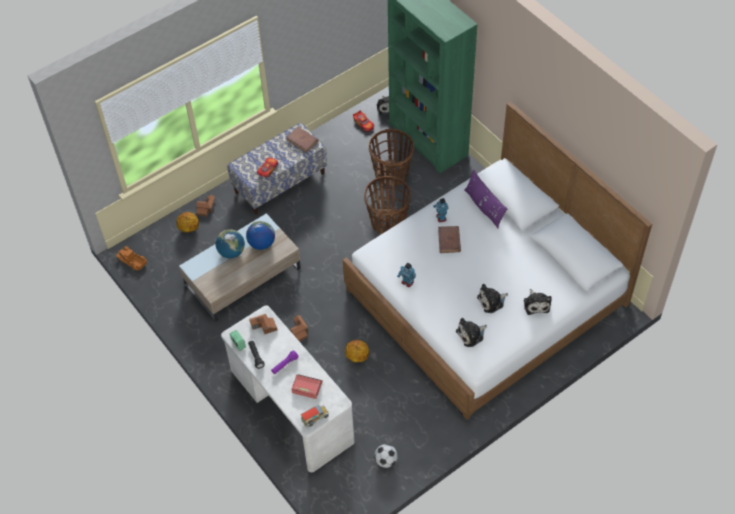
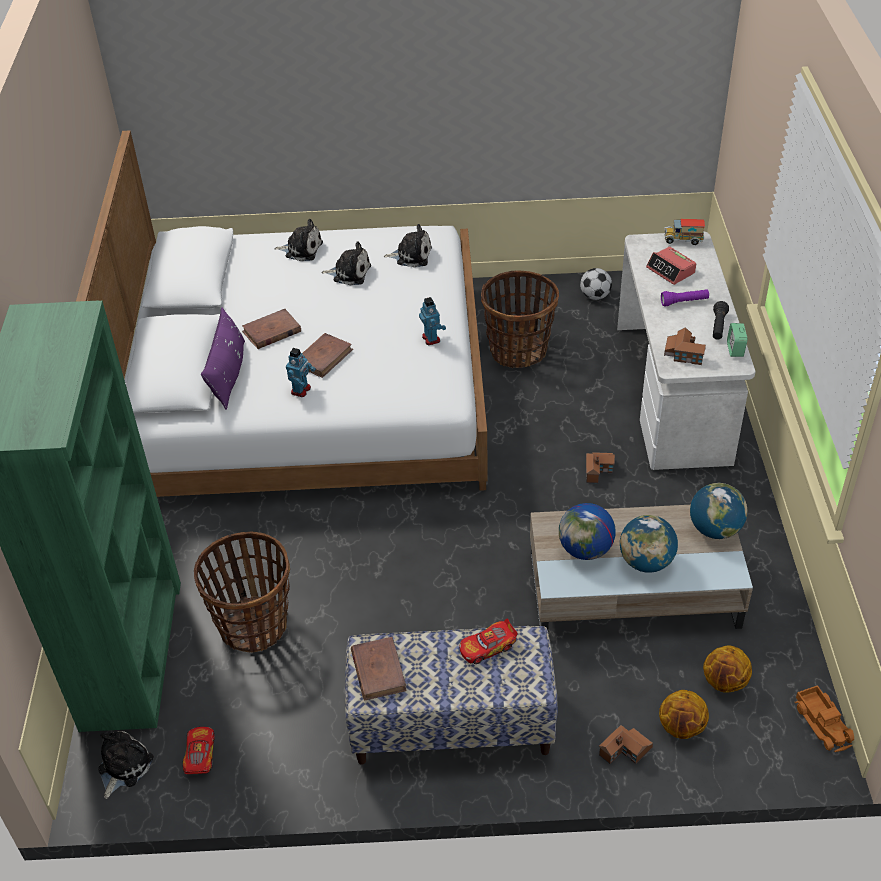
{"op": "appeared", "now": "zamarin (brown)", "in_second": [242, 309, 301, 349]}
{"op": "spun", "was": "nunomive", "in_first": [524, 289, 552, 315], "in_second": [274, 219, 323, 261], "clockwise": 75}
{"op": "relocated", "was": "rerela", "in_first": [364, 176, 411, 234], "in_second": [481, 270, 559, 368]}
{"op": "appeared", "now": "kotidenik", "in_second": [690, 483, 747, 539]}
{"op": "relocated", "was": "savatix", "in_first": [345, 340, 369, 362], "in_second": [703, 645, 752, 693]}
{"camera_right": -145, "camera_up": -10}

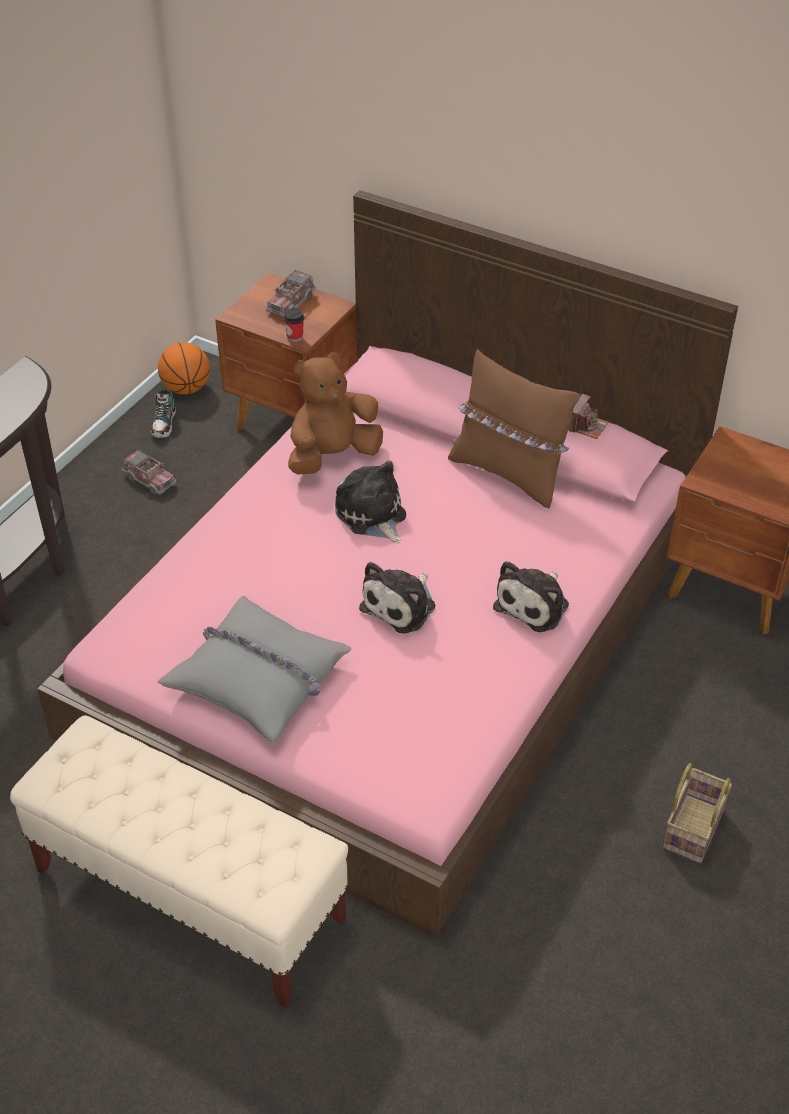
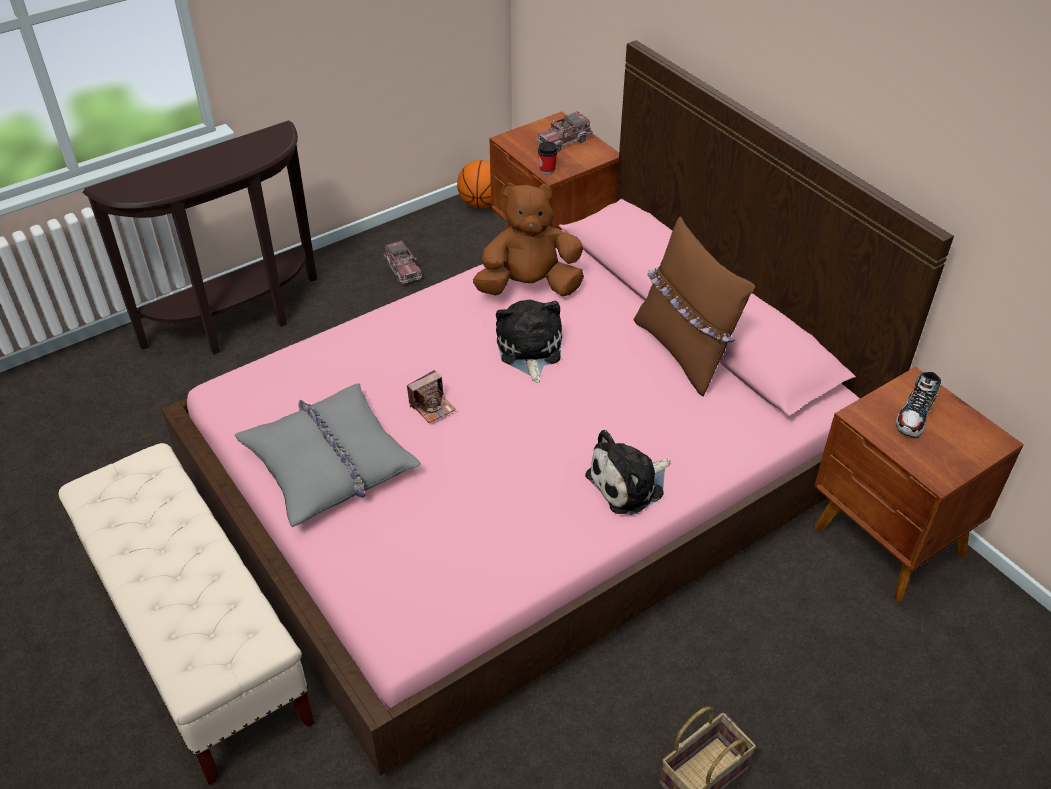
{"op": "relocated", "was": "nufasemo", "in_first": [568, 393, 609, 439], "in_second": [407, 370, 456, 423]}
{"op": "relocated", "was": "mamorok", "in_first": [151, 389, 176, 438], "in_second": [896, 372, 941, 438]}
{"op": "missing", "was": "nunomive", "in_first": [359, 562, 435, 634]}
{"camera_right": 25, "camera_up": 0}

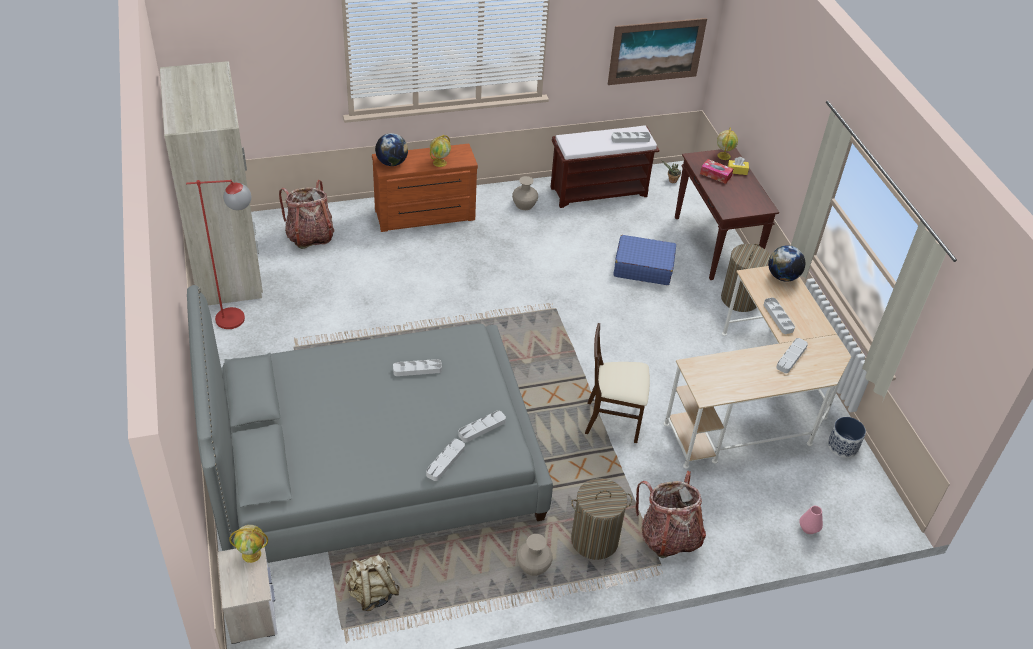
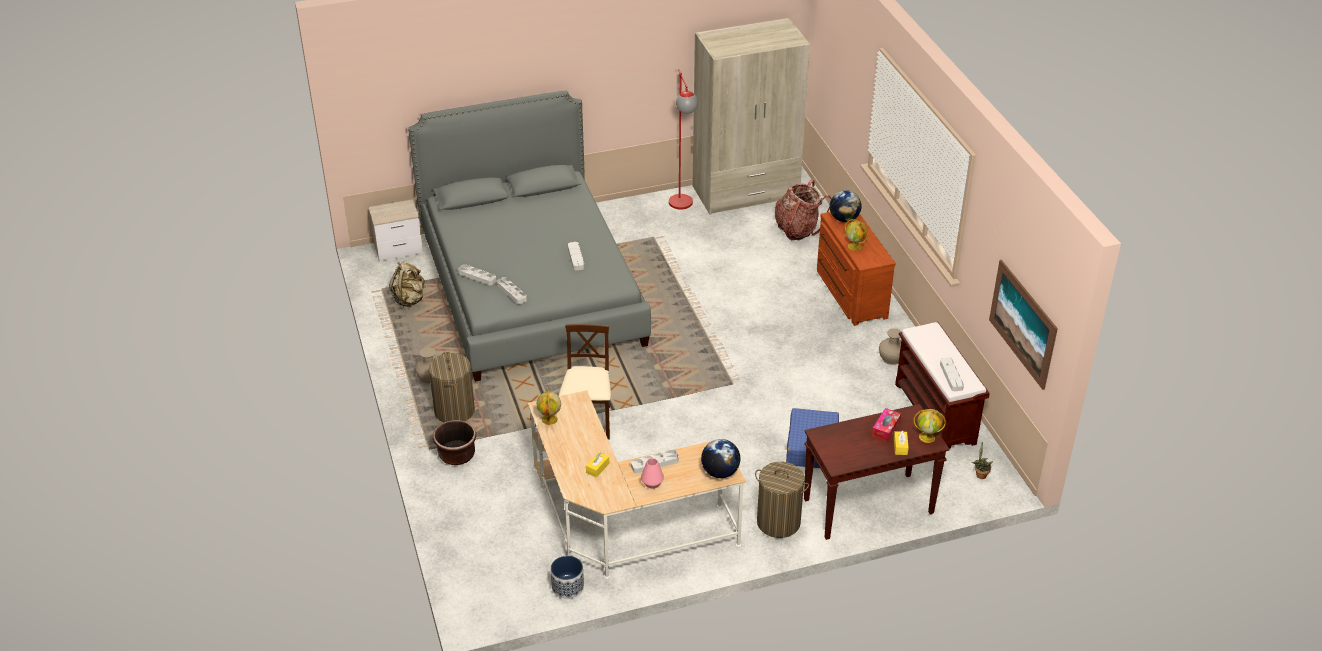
{"op": "exchanged", "was": "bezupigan", "now": "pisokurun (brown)", "in_first": [636, 471, 706, 558], "in_second": [433, 420, 476, 465]}
{"op": "relocated", "was": "kotidenik", "in_first": [229, 525, 268, 563], "in_second": [537, 388, 561, 425]}
{"op": "exchanged", "was": "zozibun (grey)", "now": "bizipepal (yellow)", "in_first": [776, 338, 808, 373], "in_second": [586, 452, 609, 478]}
{"op": "relocated", "was": "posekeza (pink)", "in_first": [799, 506, 823, 534], "in_second": [641, 458, 664, 489]}
{"camera_right": 90, "camera_up": -5}

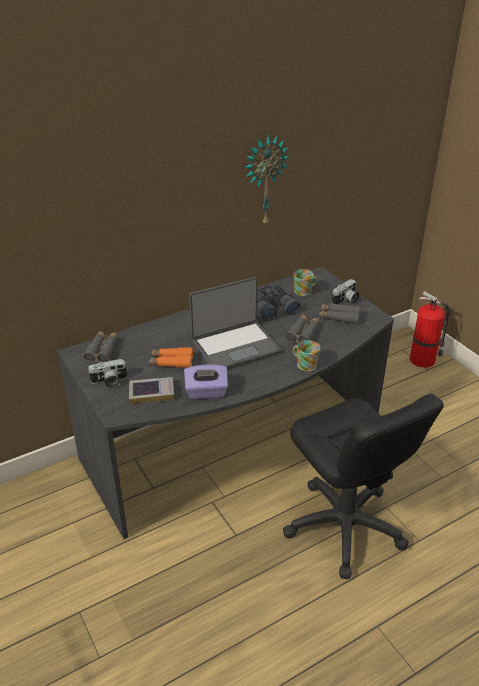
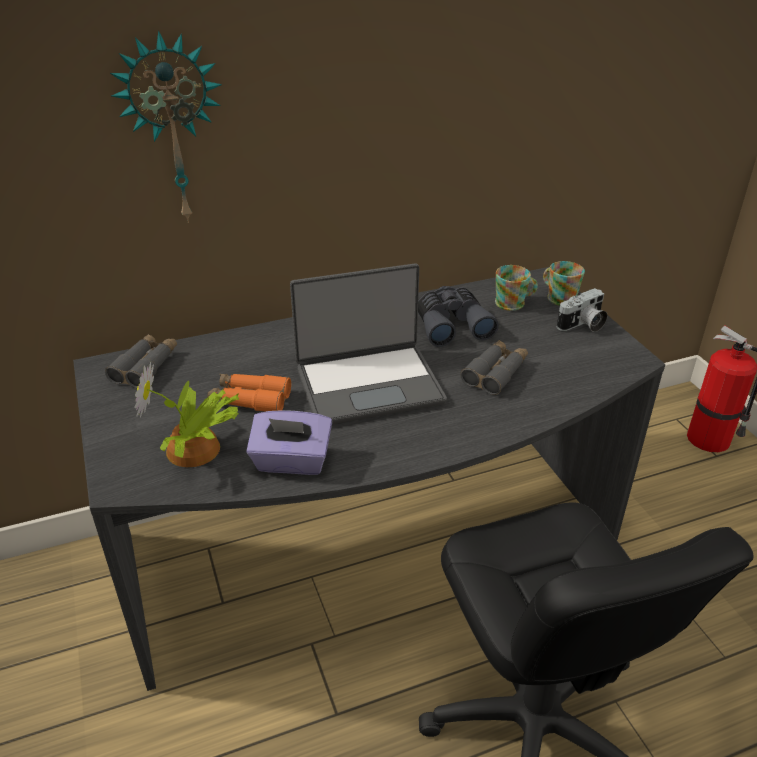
{"op": "relocated", "was": "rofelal", "in_first": [244, 135, 289, 227], "in_second": [110, 31, 222, 223]}
{"op": "exchanged", "was": "zamarin", "now": "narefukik", "in_first": [129, 377, 174, 403], "in_second": [135, 362, 239, 467]}
{"op": "relocated", "was": "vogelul", "in_first": [293, 340, 320, 372], "in_second": [543, 261, 585, 306]}
{"op": "missing", "was": "nufasemo", "in_first": [88, 359, 127, 388]}
{"op": "missing", "was": "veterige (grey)", "in_first": [319, 304, 360, 324]}
{"camera_right": 10, "camera_up": 0}

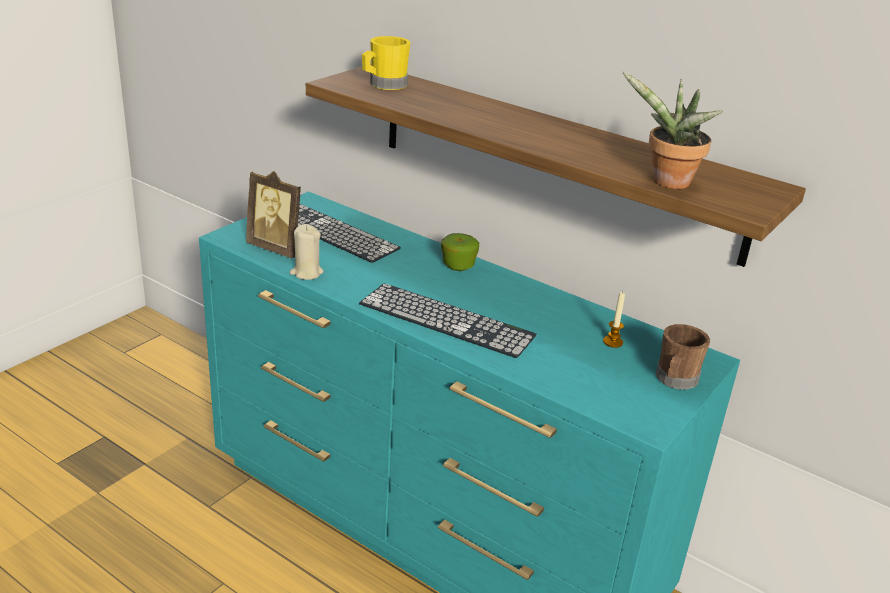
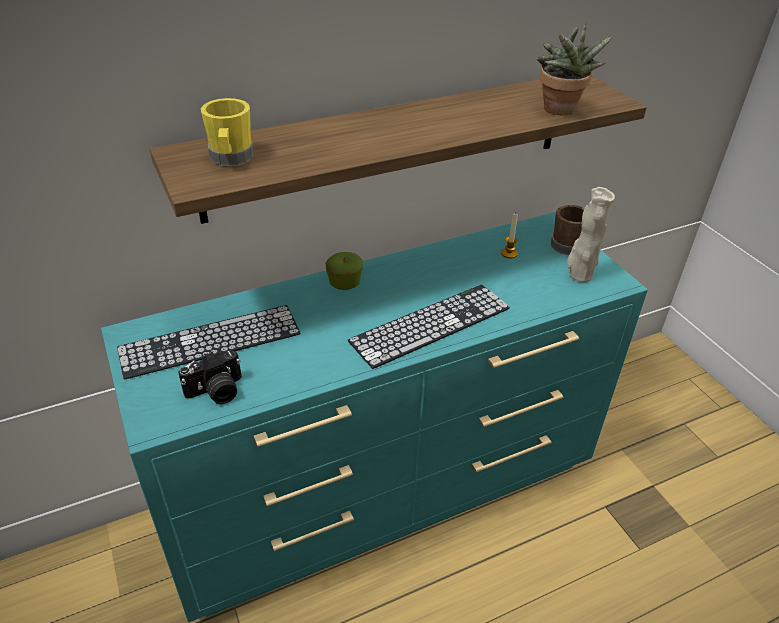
{"op": "exchanged", "was": "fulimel", "now": "nufasemo", "in_first": [246, 171, 301, 258], "in_second": [178, 351, 242, 404]}
{"op": "appeared", "now": "posekeza (beige)", "in_second": [567, 187, 615, 282]}
{"op": "missing", "was": "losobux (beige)", "in_first": [289, 224, 324, 280]}
{"camera_right": -60, "camera_up": 10}

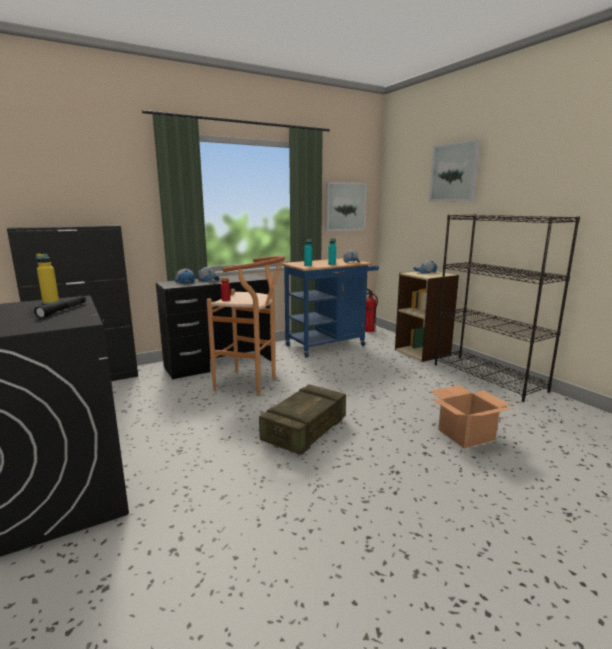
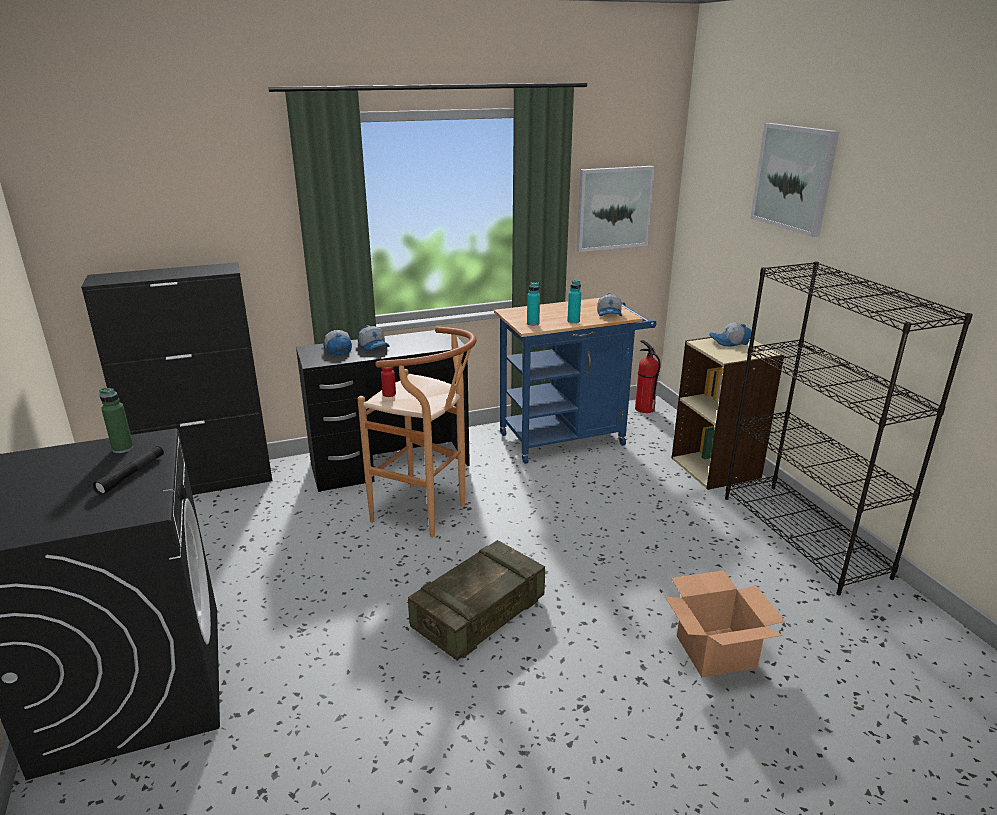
{"op": "colour", "was": "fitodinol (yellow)", "now": "fitodinol (green)", "in_first": [36, 254, 59, 304], "in_second": [99, 388, 134, 453]}
{"camera_right": 10, "camera_up": 10}

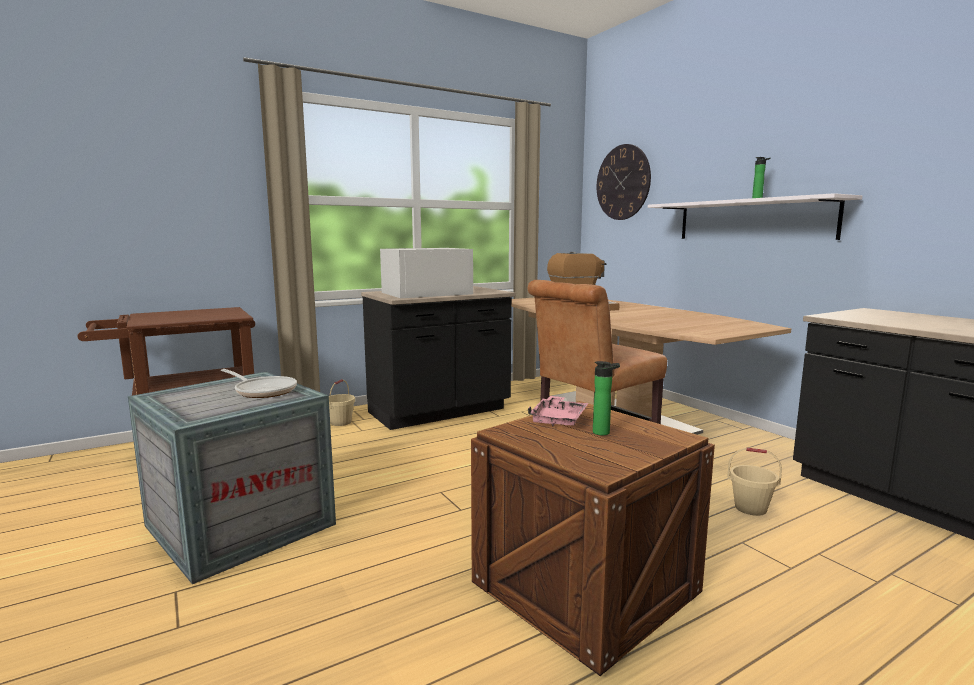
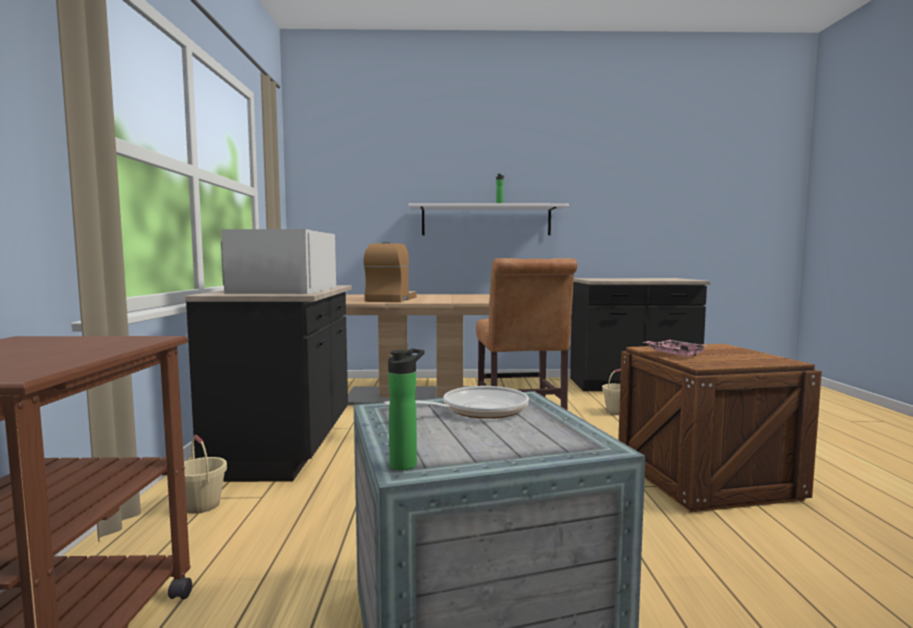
{"op": "relocated", "was": "fitodinol", "in_first": [593, 361, 620, 435], "in_second": [388, 349, 424, 470]}
{"op": "missing", "was": "rofelal", "in_first": [597, 144, 651, 220]}
{"camera_right": -60, "camera_up": -5}

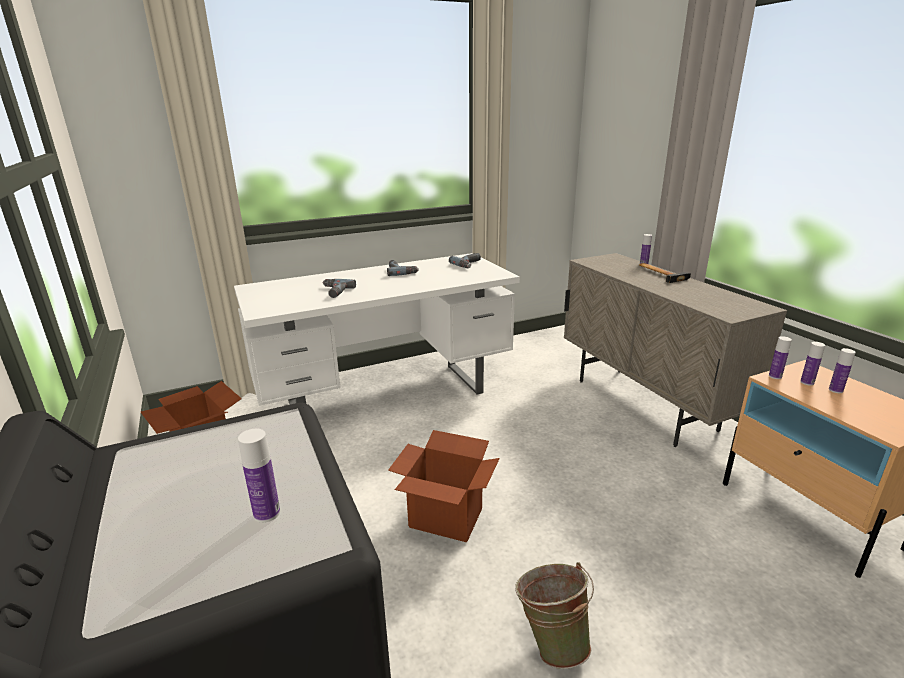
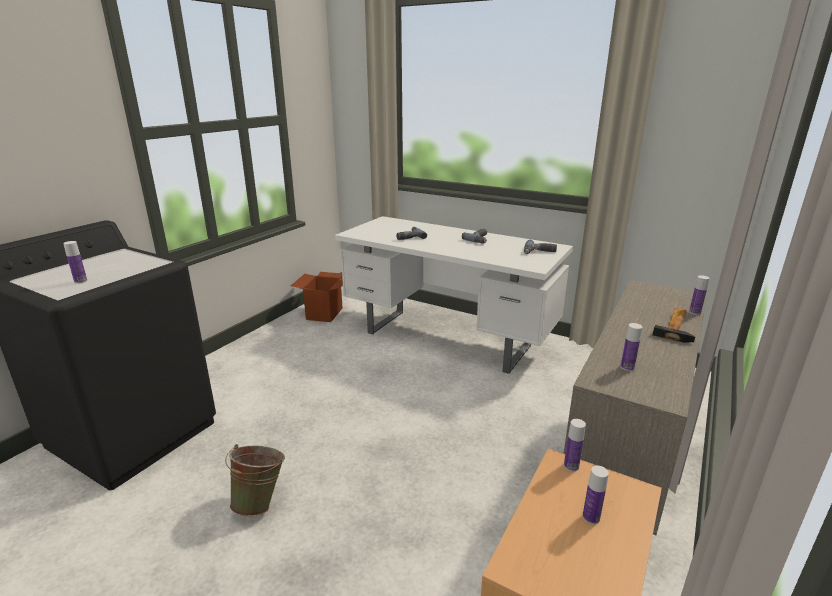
{"op": "relocated", "was": "fitodinol", "in_first": [800, 342, 825, 386], "in_second": [621, 323, 642, 371]}
{"op": "missing", "was": "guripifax", "in_first": [388, 430, 500, 542]}
{"camera_right": 55, "camera_up": 0}

